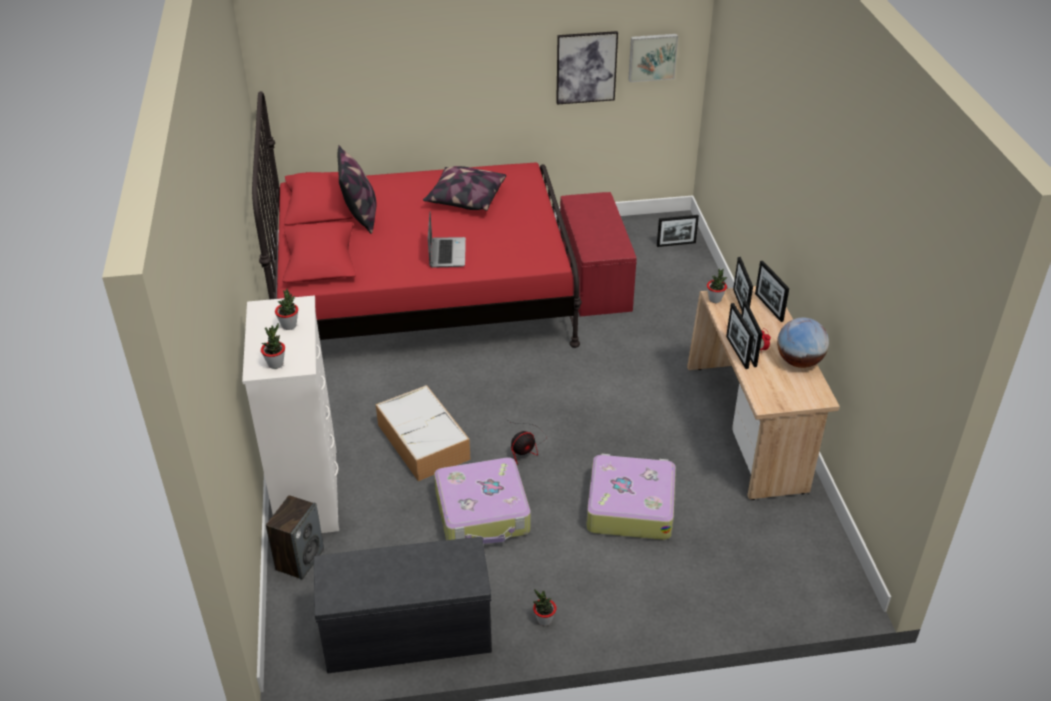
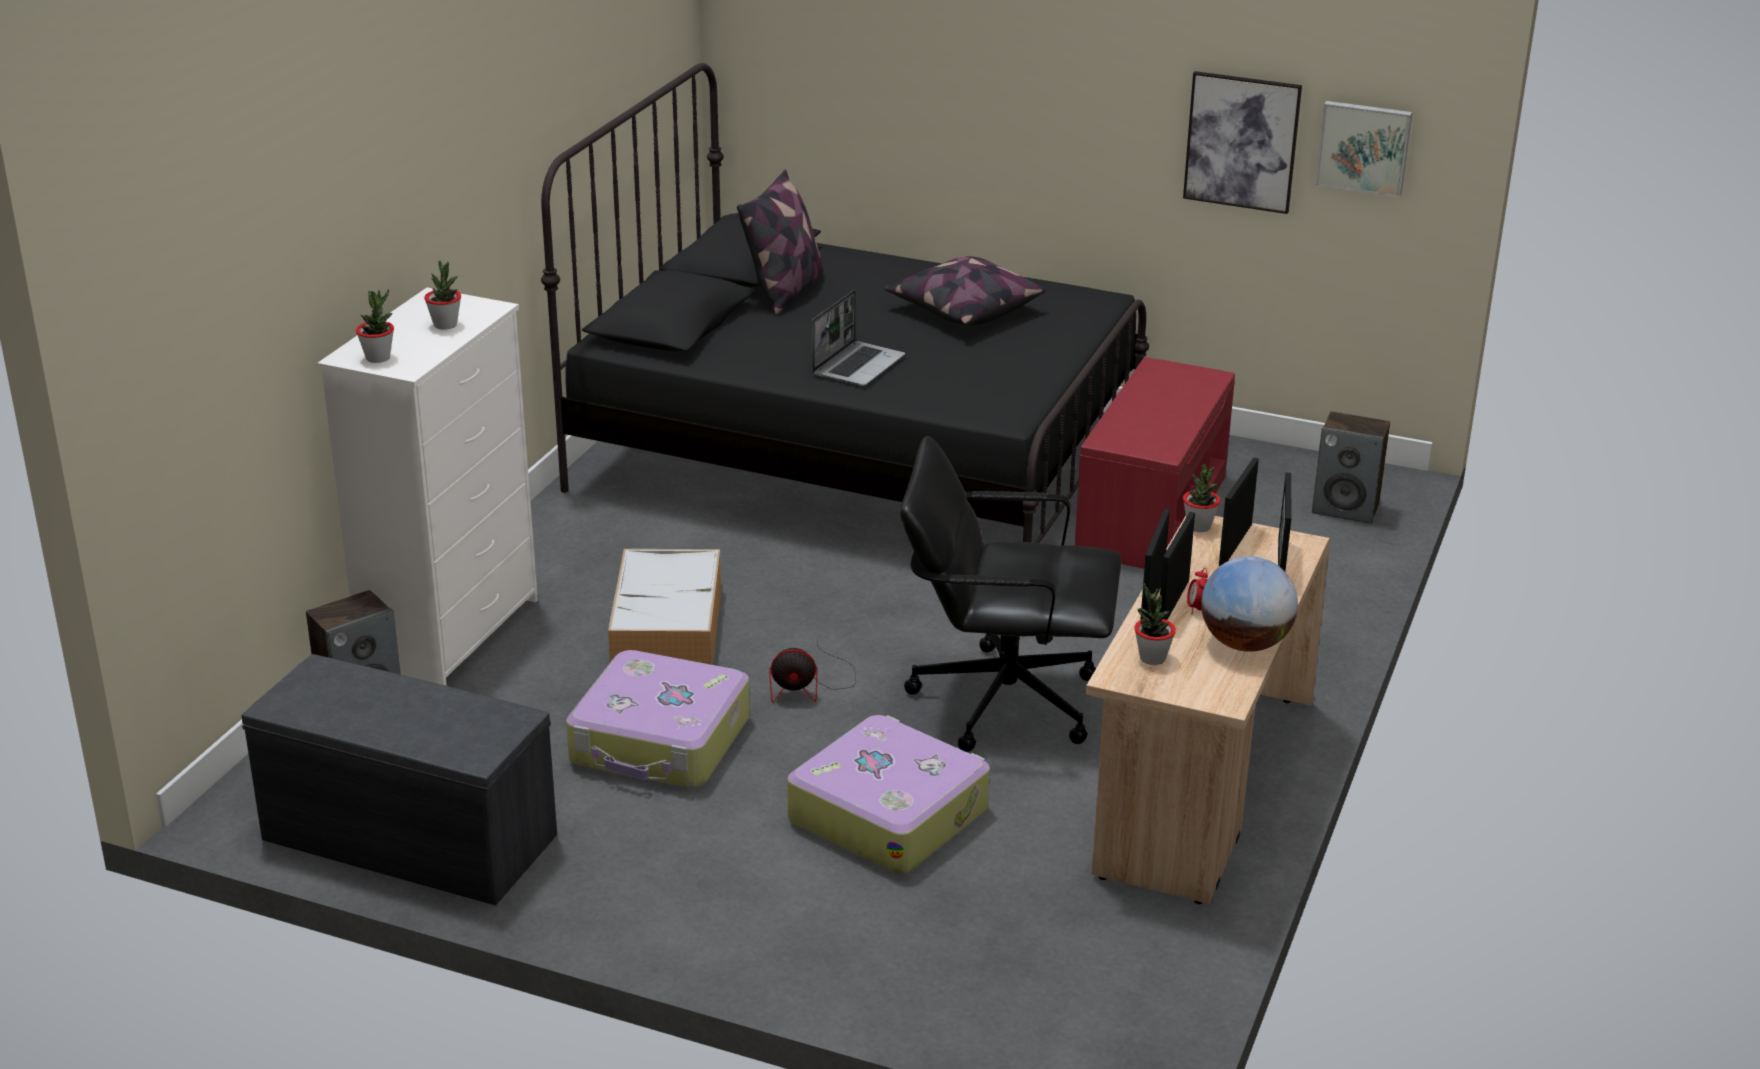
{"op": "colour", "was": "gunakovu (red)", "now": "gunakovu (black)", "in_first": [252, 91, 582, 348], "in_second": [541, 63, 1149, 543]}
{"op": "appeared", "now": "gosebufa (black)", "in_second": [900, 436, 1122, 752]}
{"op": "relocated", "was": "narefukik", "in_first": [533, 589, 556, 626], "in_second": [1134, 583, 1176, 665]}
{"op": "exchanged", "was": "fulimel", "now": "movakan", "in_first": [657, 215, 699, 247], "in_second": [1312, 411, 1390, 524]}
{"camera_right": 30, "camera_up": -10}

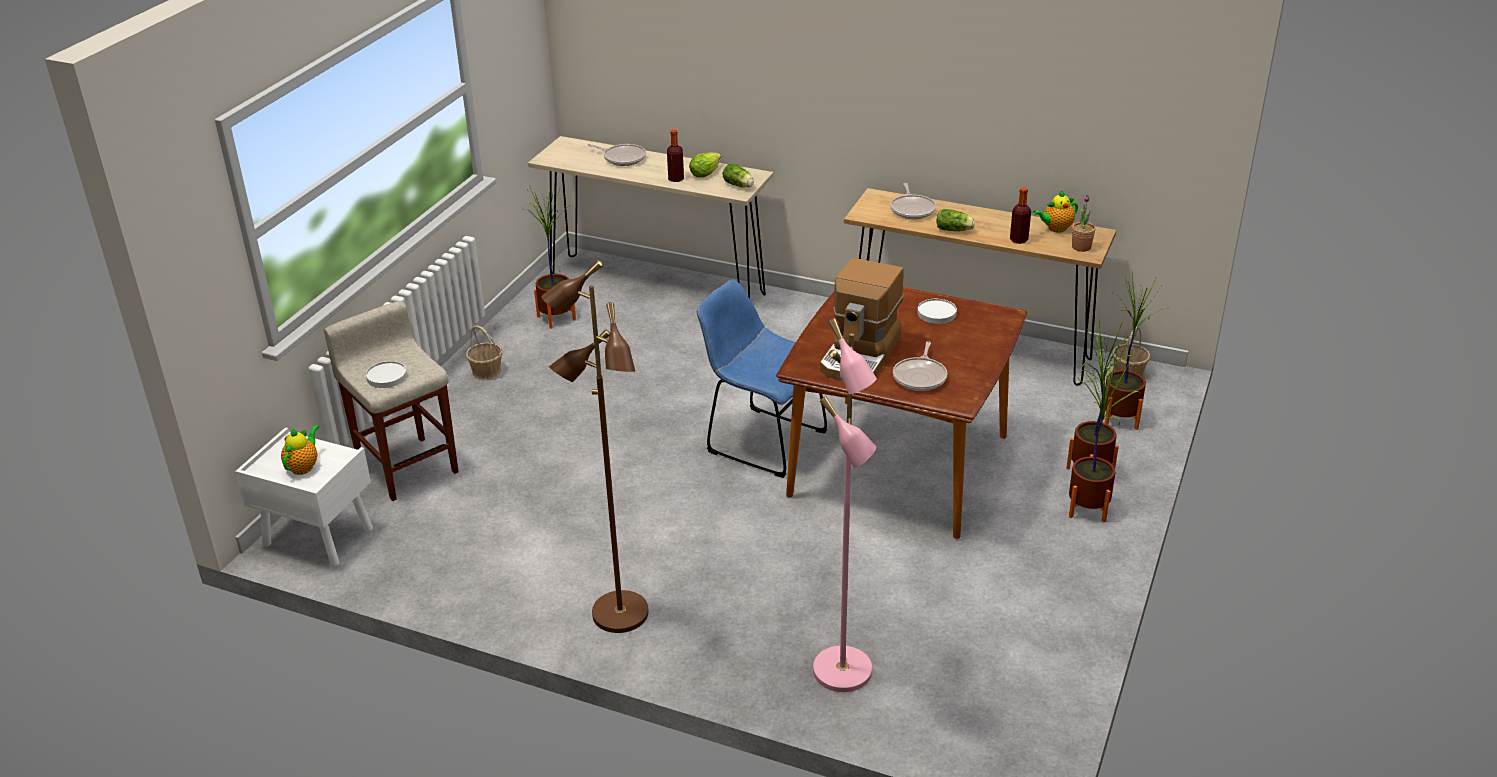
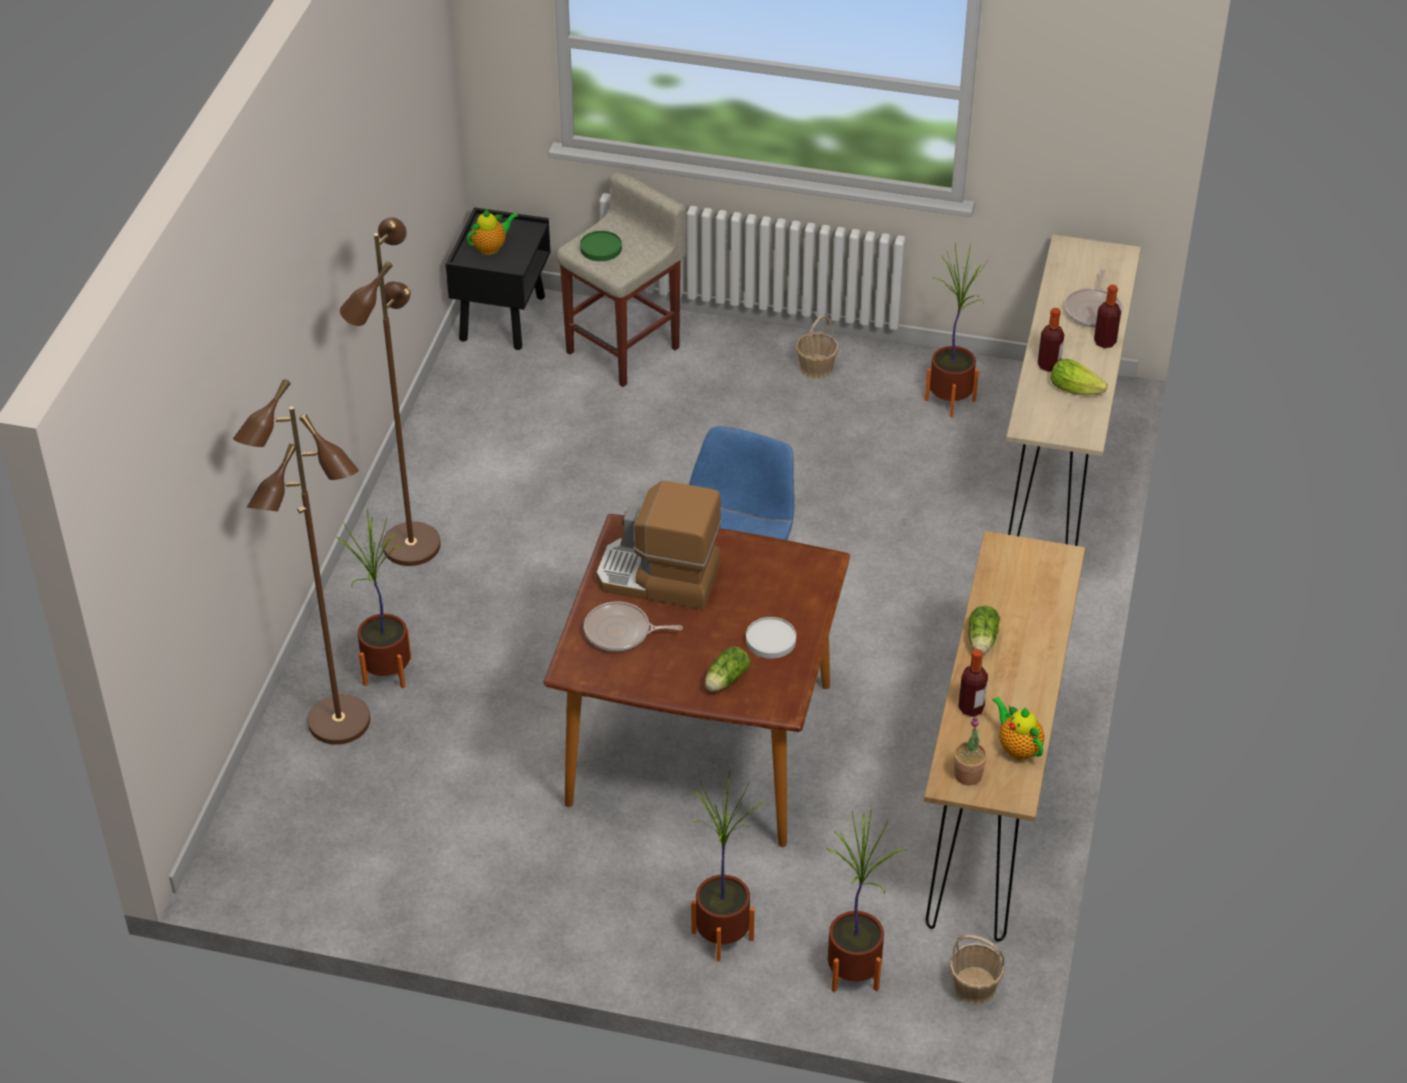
{"op": "colour", "was": "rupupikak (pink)", "now": "rupupikak (brown)", "in_first": [813, 318, 877, 692], "in_second": [233, 379, 370, 745]}
{"op": "relocated", "was": "narefukik", "in_first": [1069, 356, 1138, 522], "in_second": [336, 509, 411, 688]}
{"op": "colour", "was": "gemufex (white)", "now": "gemufex (black)", "in_first": [235, 427, 373, 567], "in_second": [446, 207, 550, 350]}
{"op": "spun", "was": "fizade", "in_first": [281, 425, 319, 475], "in_second": [467, 210, 519, 255], "clockwise": -45}
{"op": "colour", "was": "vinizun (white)", "now": "vinizun (green)", "in_first": [366, 361, 407, 388], "in_second": [580, 231, 622, 261]}
{"op": "relocated", "was": "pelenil", "in_first": [723, 163, 754, 188], "in_second": [705, 646, 750, 691]}
{"op": "appeared", "now": "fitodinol", "in_second": [1094, 284, 1121, 348]}
{"op": "missing", "was": "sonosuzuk", "in_first": [890, 183, 936, 219]}
{"camera_right": 80, "camera_up": 10}

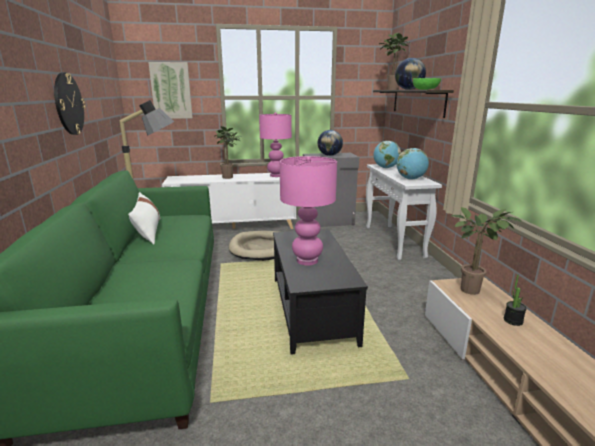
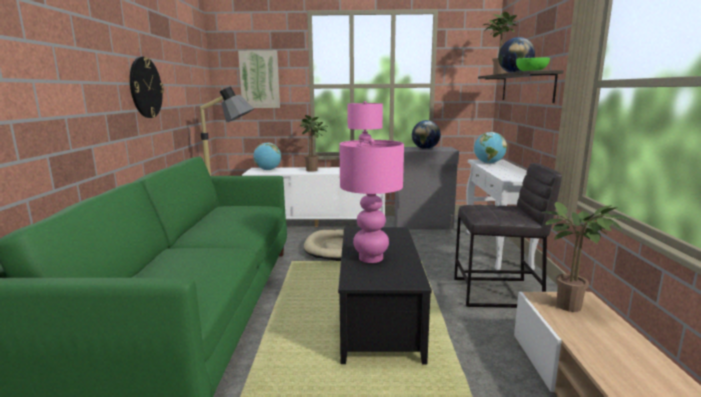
{"op": "relocated", "was": "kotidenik", "in_first": [397, 148, 429, 180], "in_second": [253, 142, 281, 170]}
{"op": "appeared", "now": "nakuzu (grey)", "in_second": [454, 163, 562, 308]}
{"op": "missing", "was": "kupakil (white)", "in_first": [128, 192, 160, 245]}
{"op": "missing", "was": "narefukik", "in_first": [504, 274, 527, 326]}
{"camera_right": 10, "camera_up": -5}

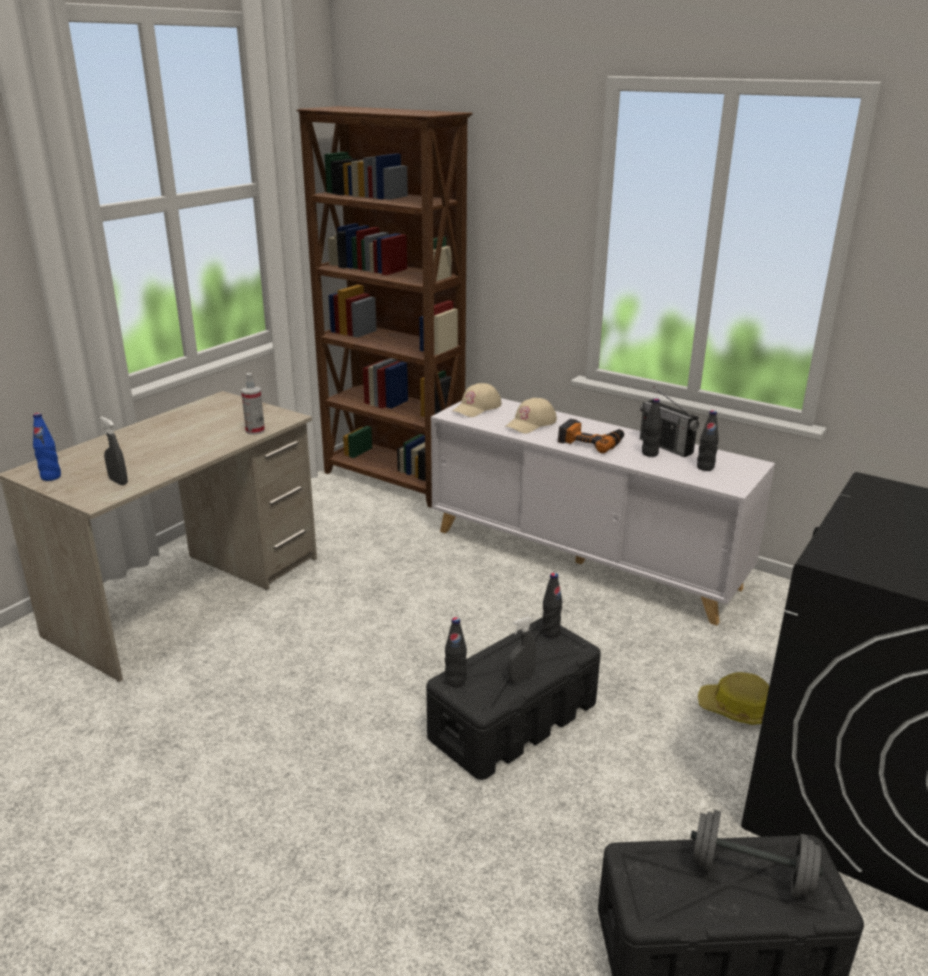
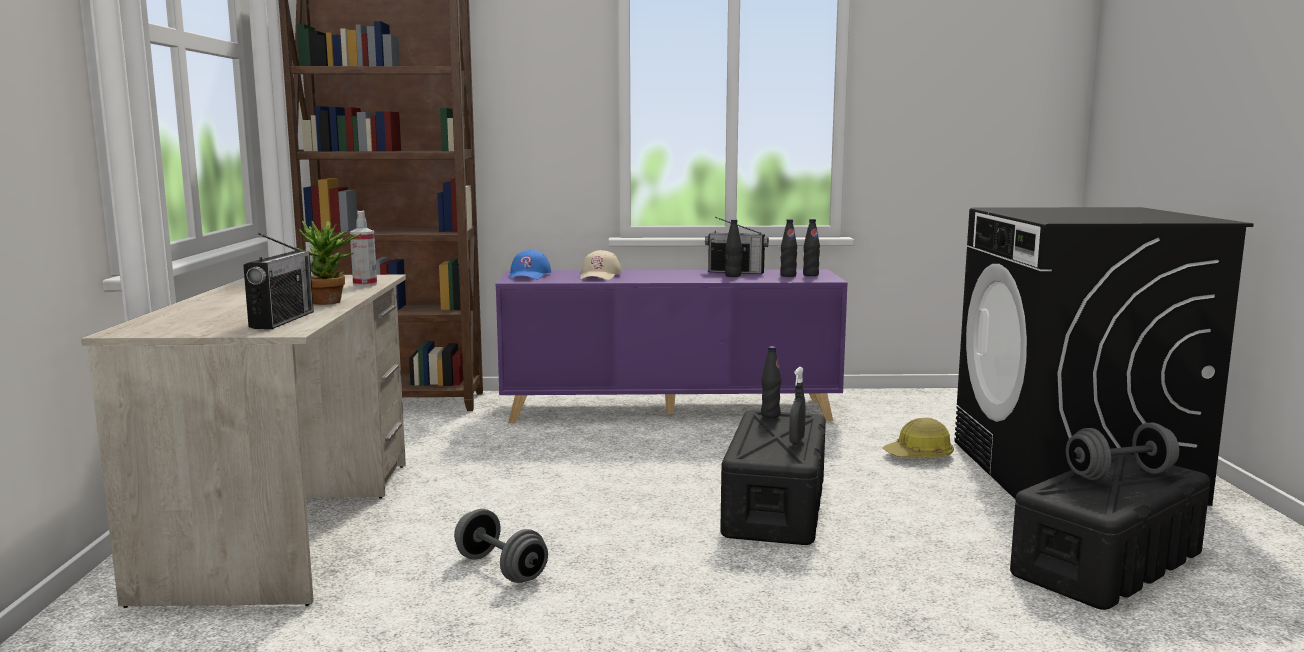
{"op": "exchanged", "was": "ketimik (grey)", "now": "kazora", "in_first": [100, 417, 128, 485], "in_second": [243, 233, 314, 329]}
{"op": "appeared", "now": "narefukik", "in_second": [295, 221, 361, 305]}
{"op": "appeared", "now": "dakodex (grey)", "in_second": [454, 509, 548, 583]}
{"op": "colour", "was": "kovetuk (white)", "now": "kovetuk (purple)", "in_first": [431, 398, 775, 626], "in_second": [496, 269, 848, 423]}
{"op": "colour", "was": "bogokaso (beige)", "now": "bogokaso (blue)", "in_first": [453, 383, 502, 417], "in_second": [509, 250, 551, 279]}
{"op": "relocated", "was": "fitodinol (black)", "in_first": [445, 617, 467, 687], "in_second": [803, 219, 820, 276]}
{"op": "missing", "was": "fitodinol (blue)", "in_first": [33, 413, 61, 481]}
{"op": "missing", "was": "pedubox", "in_first": [558, 419, 624, 454]}
{"camera_right": -35, "camera_up": -15}

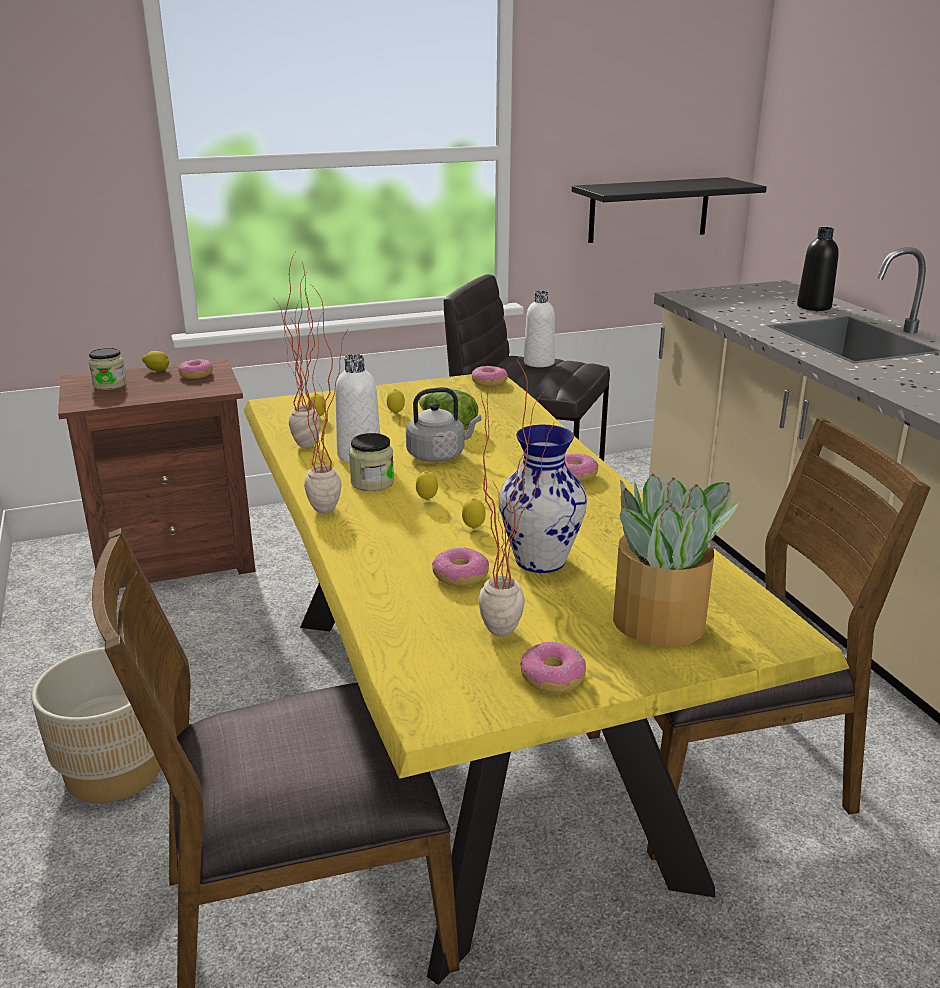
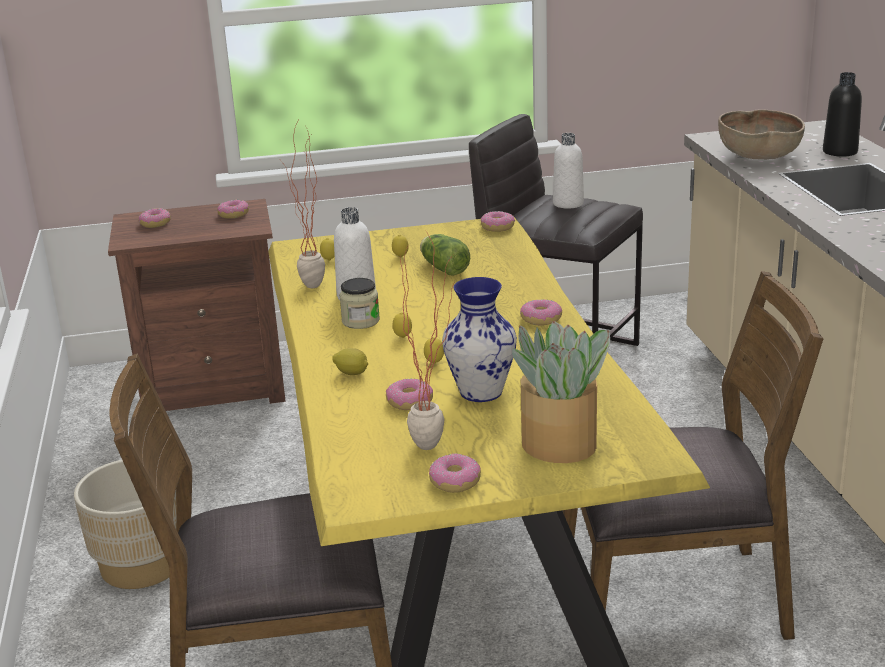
{"op": "exchanged", "was": "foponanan", "now": "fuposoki", "in_first": [89, 348, 127, 390], "in_second": [139, 208, 171, 228]}
{"op": "relocated", "was": "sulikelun", "in_first": [142, 351, 169, 371], "in_second": [332, 348, 368, 375]}
{"op": "appeared", "now": "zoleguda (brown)", "in_second": [718, 109, 805, 160]}
{"op": "missing", "was": "narefukik", "in_first": [290, 287, 346, 514]}
{"op": "missing", "was": "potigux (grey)", "in_first": [406, 388, 482, 462]}
{"op": "missing", "was": "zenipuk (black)", "in_first": [572, 177, 767, 243]}
{"camera_right": 10, "camera_up": 0}

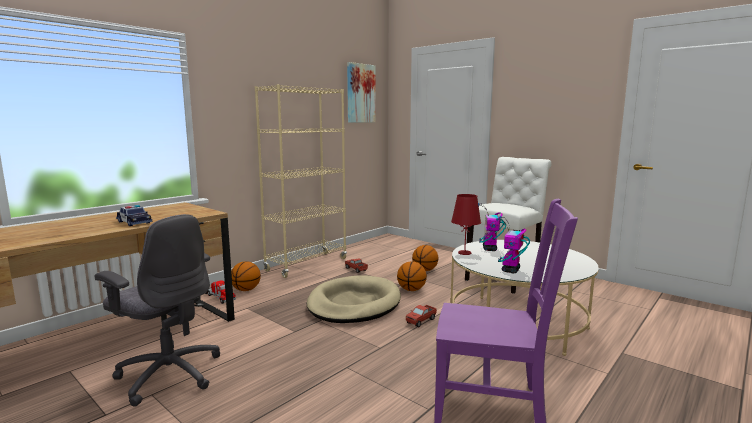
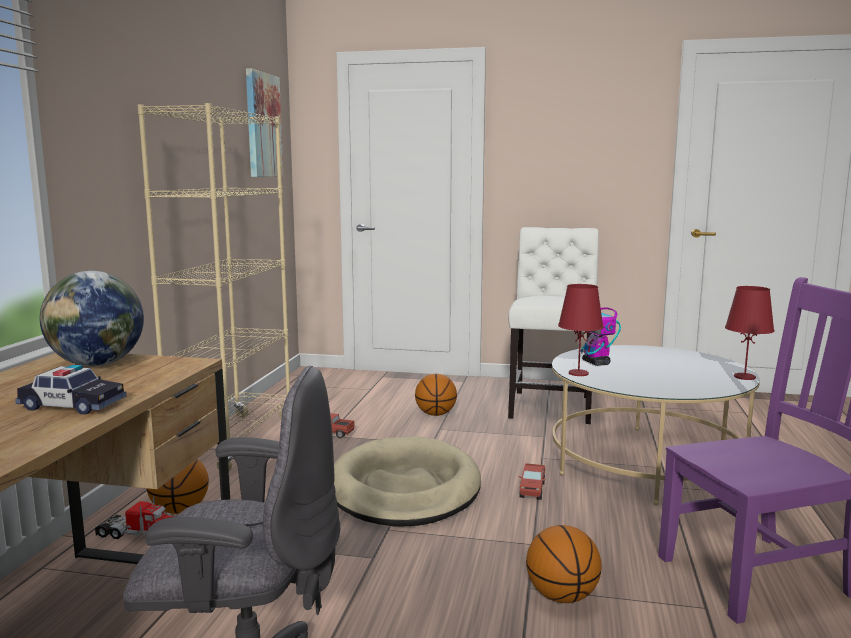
{"op": "appeared", "now": "kotidenik", "in_second": [40, 271, 144, 366]}
{"op": "relocated", "was": "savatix", "in_first": [397, 261, 427, 291], "in_second": [526, 525, 602, 603]}
{"op": "appeared", "now": "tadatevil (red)", "in_second": [725, 286, 775, 380]}
{"op": "missing", "was": "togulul", "in_first": [496, 216, 530, 273]}
{"camera_right": -30, "camera_up": 0}

